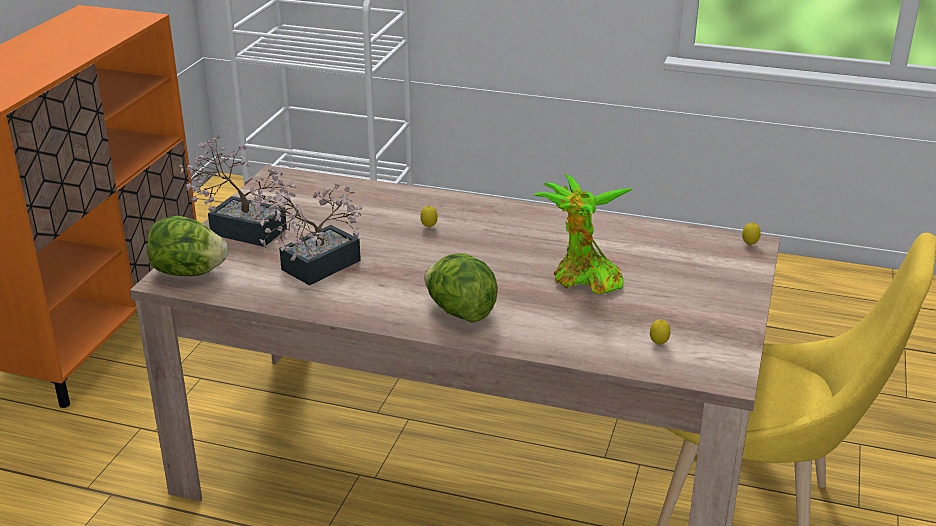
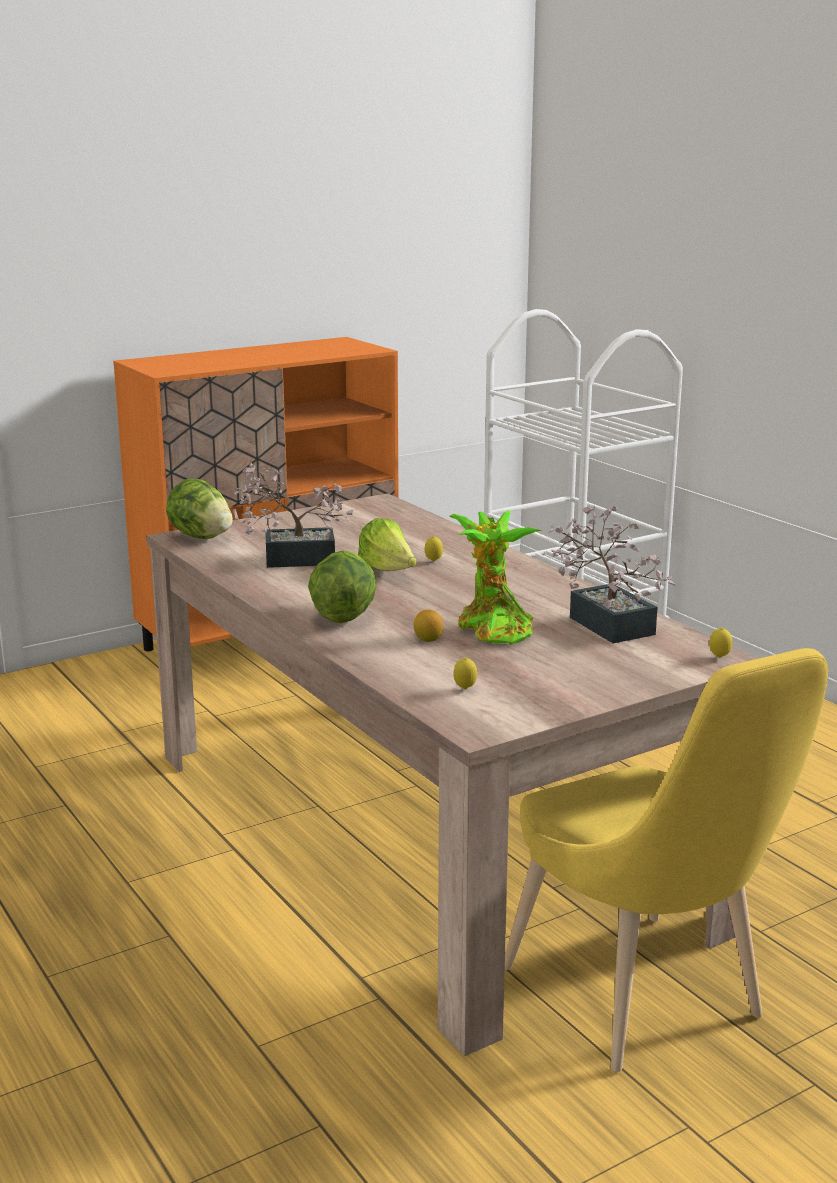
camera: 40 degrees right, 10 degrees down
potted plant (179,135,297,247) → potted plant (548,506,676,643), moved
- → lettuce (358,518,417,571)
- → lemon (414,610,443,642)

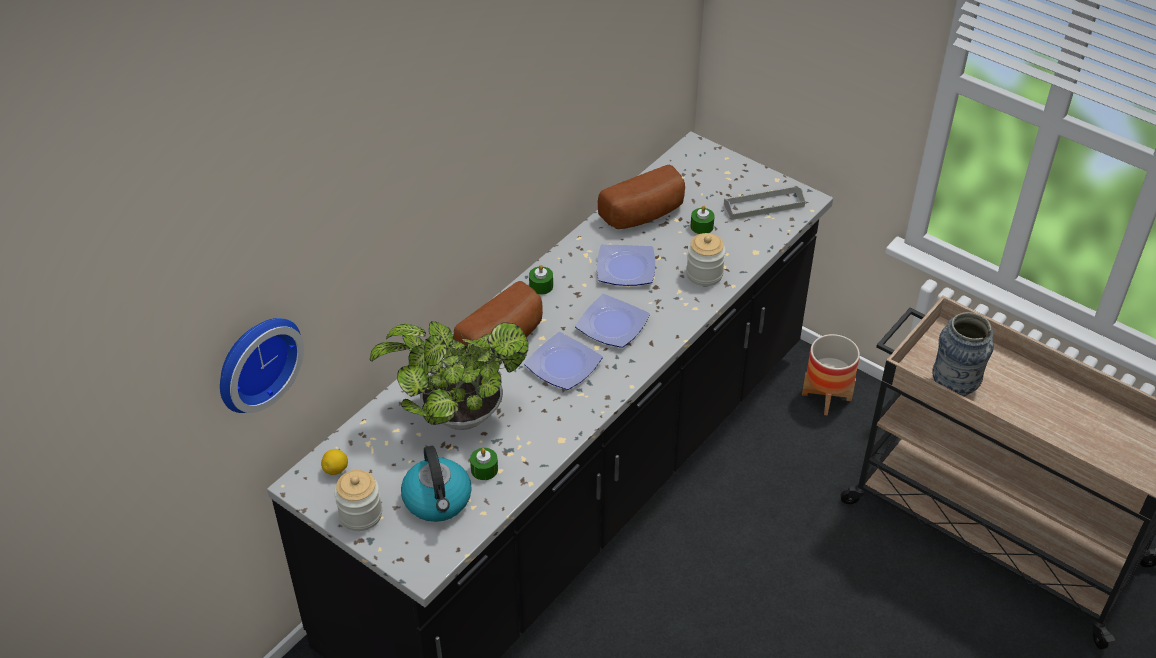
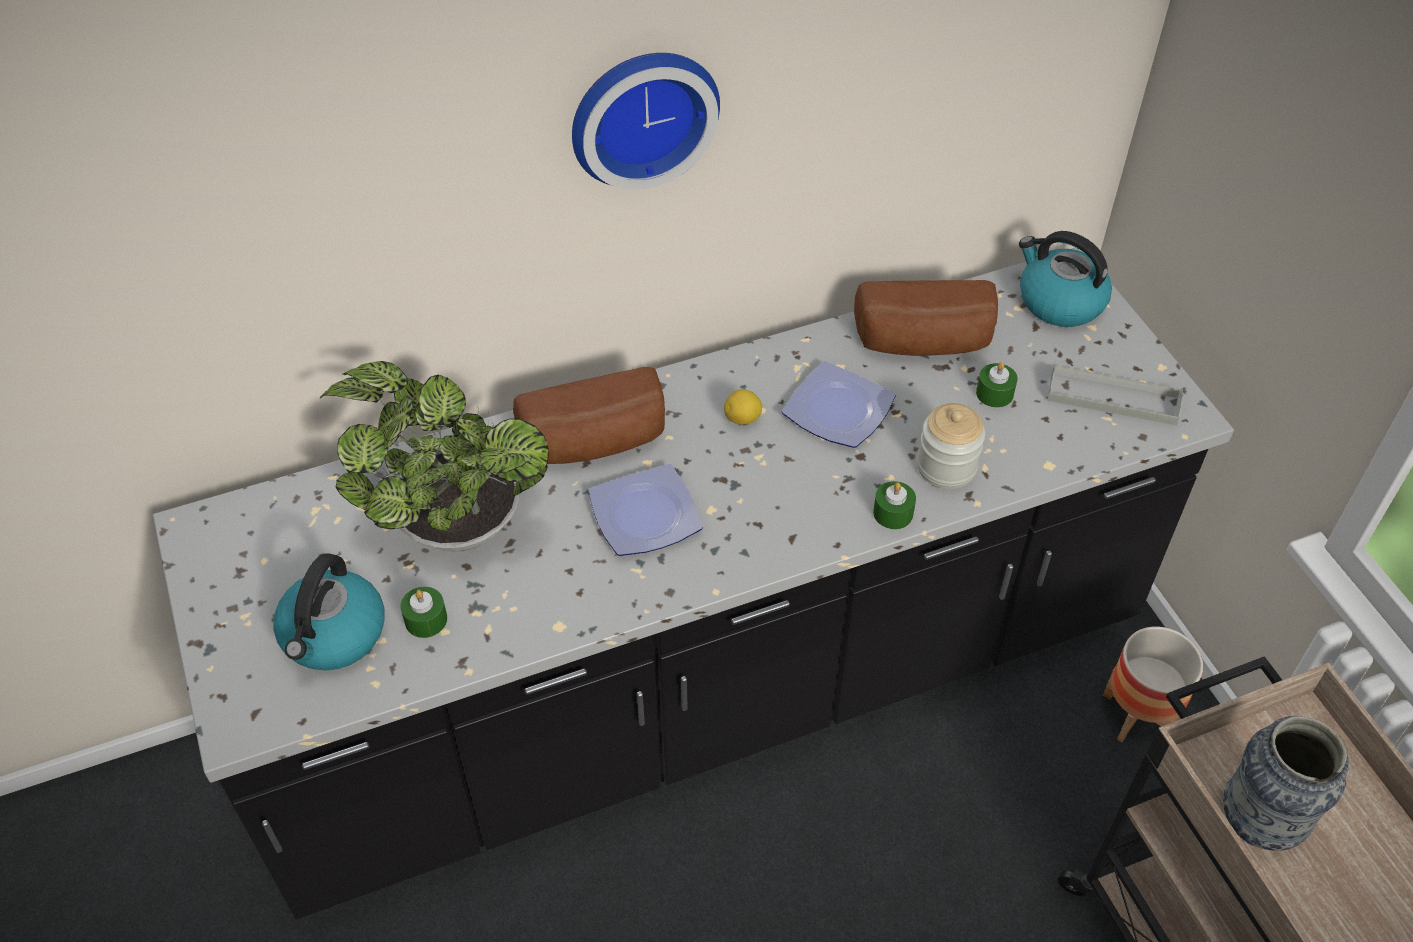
camera: 30 degrees right, 5 degrees up
candle in green (529,265,553,295) → candle in green (873,481,916,529), moved
plate (575,294,650,348) → -
wall clock (220,318,304,413) → wall clock (572,53,720,190), moved
lemon (321,449,348,475) → lemon (724,389,762,425), moved
jar (334,470,382,531) → -
- → kettle (1019,231,1112,327)

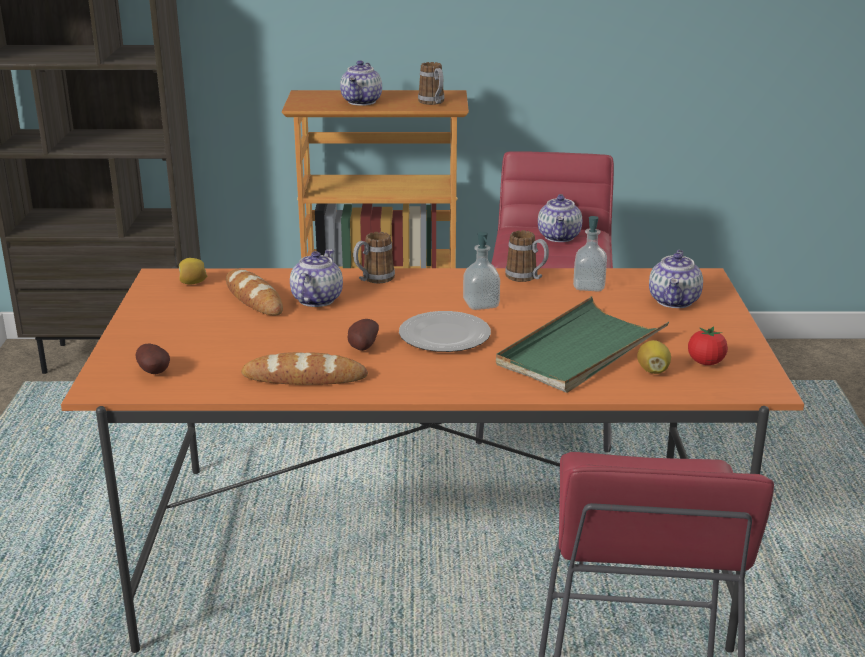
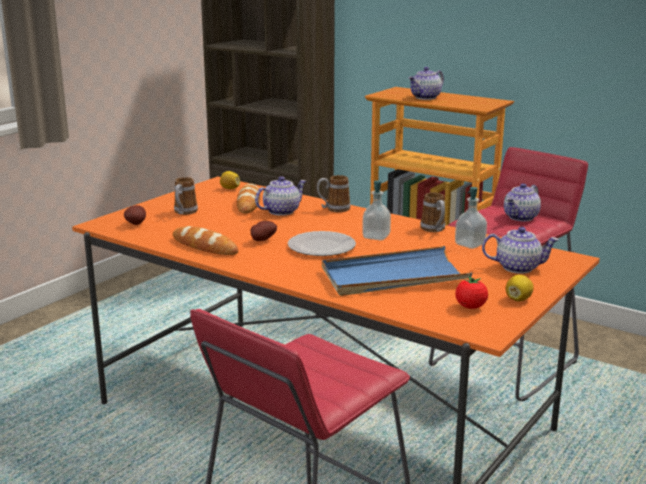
camera: 35 degrees right, 5 degrees down
mug (418,62,444,105) → mug (174,177,198,215), moved
teapot (649,250,703,308) → teapot (482,227,559,274), 135 degrees counterclockwise
tray in green (496,296,669,393) → tray in blue (322,246,472,296)
lemon (637,340,671,374) → lemon (506,275,534,301), moved

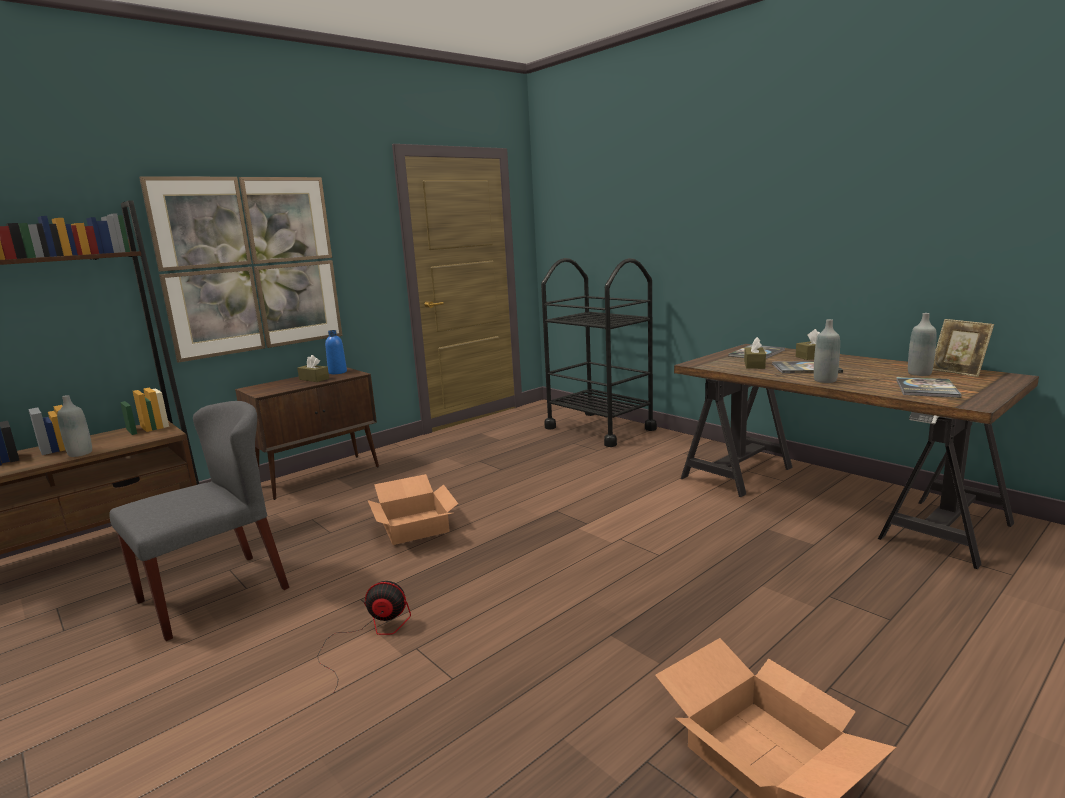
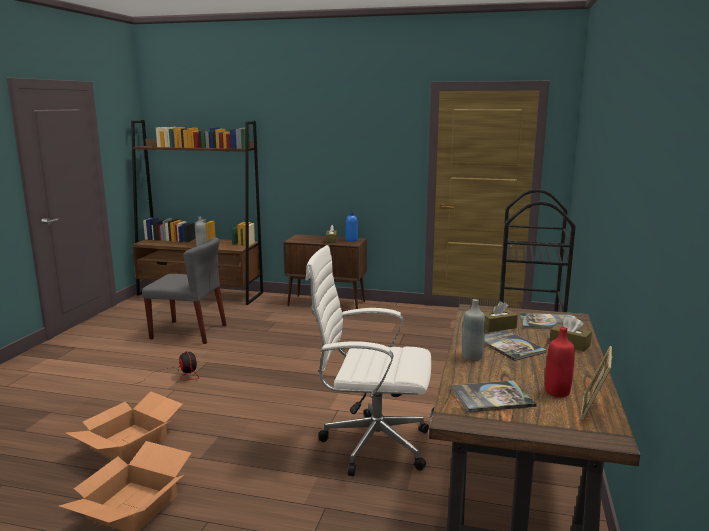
camera: 55 degrees right, 0 degrees up
picture (139,176,343,363) → -
bottle in grey (908,313,937,376) → bottle in red (545,327,575,397)
cardboard box (368,474,458,545) → cardboard box (66,392,183,463), moved
- → office chair in white (306,245,431,476)

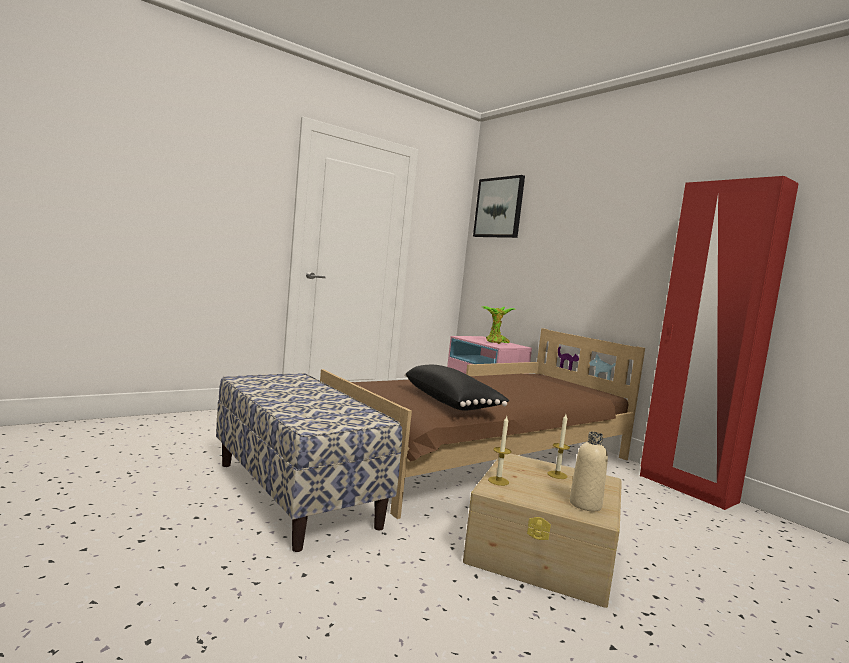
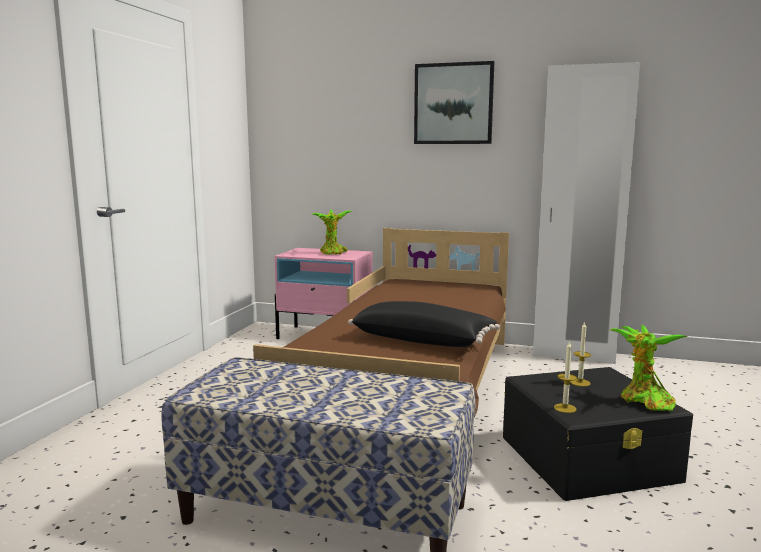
camera: 35 degrees left, 5 degrees up
picture (473,175,525,238) → picture (414,61,494,144), moved
wardrobe in red (640,176,799,510) → wardrobe in white (533,62,640,364)
bottle in beige (570,432,608,511) → potted plant (610,325,688,411)
storage box in beige (463,454,622,608) → storage box in black (503,367,693,501)

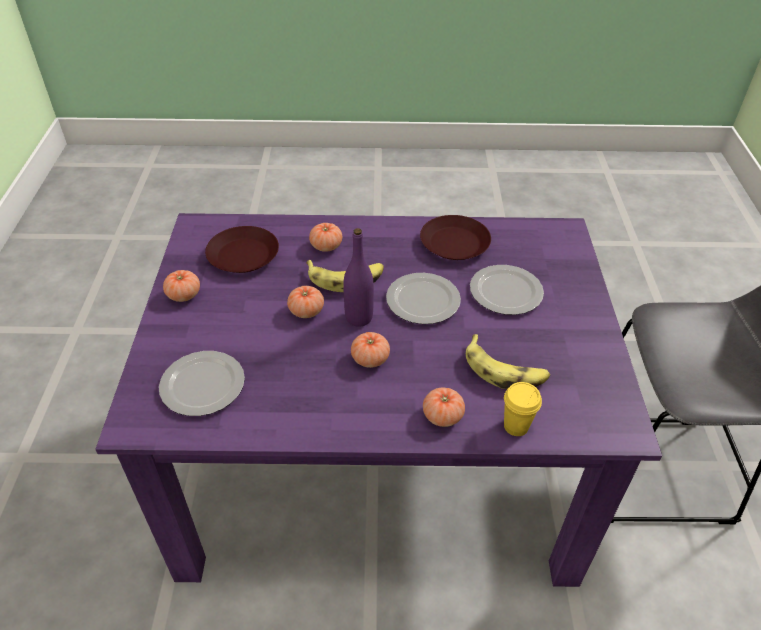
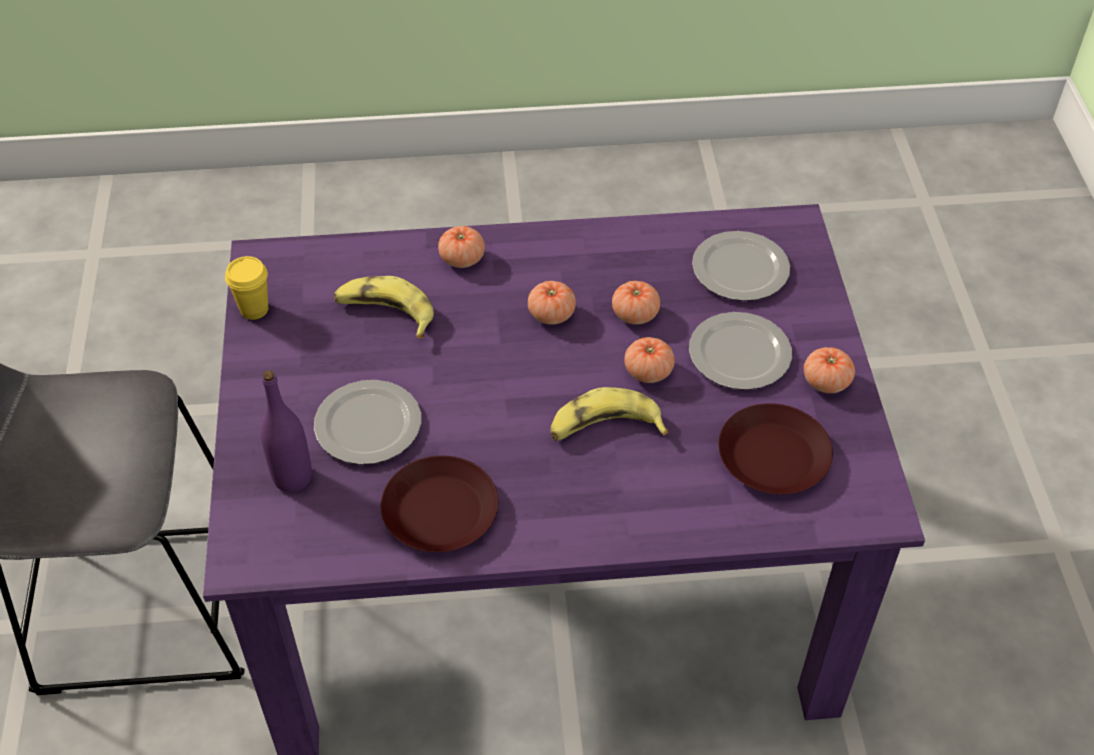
camera: 175 degrees right, 5 degrees up
tomato (309,223,342,252) → tomato (612,281,660,325), moved
bottle in purple (343,228,374,327) → bottle in purple (261,370,312,492), moved
plate (386,273,461,324) → plate (689,312,792,390), moved
cup in yellow (504,382,542,436) → cup in yellow (225,256,268,320), moved

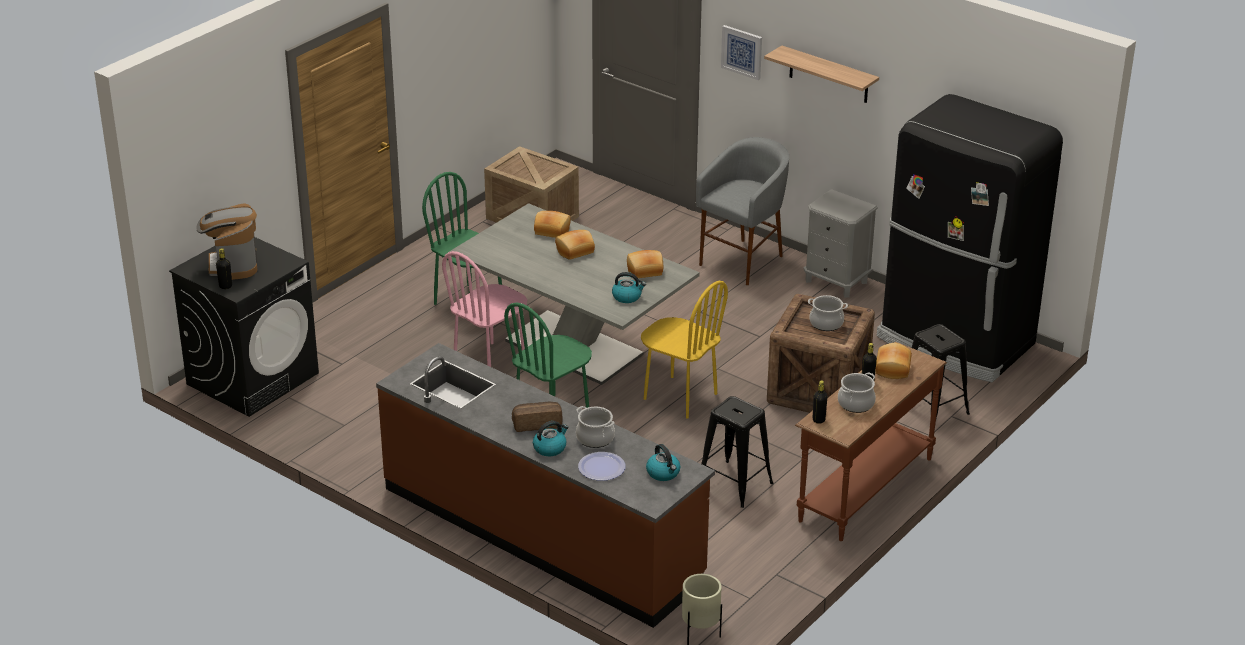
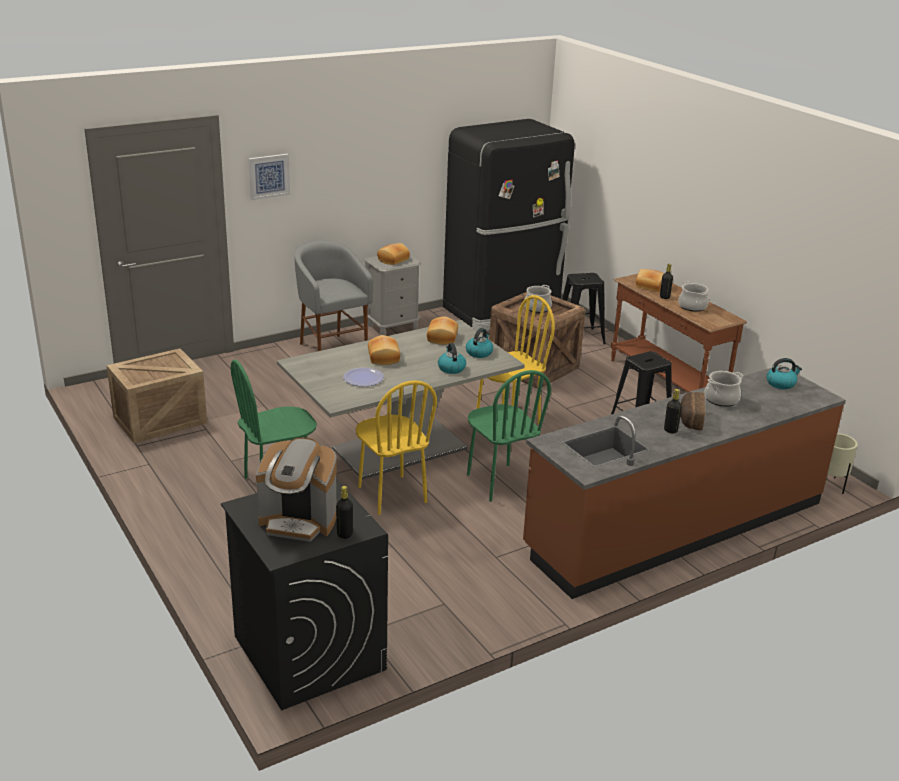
camera: 70 degrees left, 5 degrees down
shelf (764,46,879,103) → -
bread (534,211,571,238) → bread (377,243,410,265), moved
chair in pink (442,251,527,367) → chair in yellow (356,380,437,515)
bottle in black (813,380,827,424) → bottle in black (664,389,682,433), moved
kettle (533,421,568,456) → kettle (438,343,466,374), moved
plate (578,452,625,481) → plate (343,367,384,387), moved

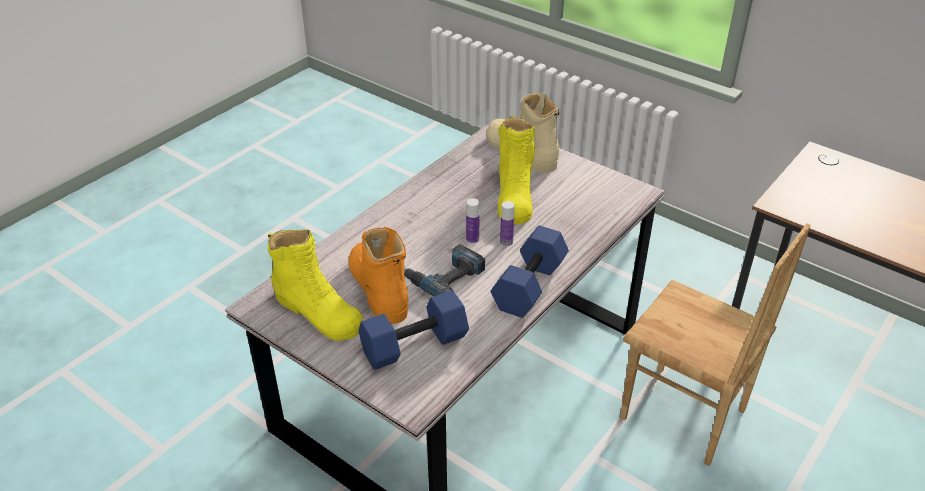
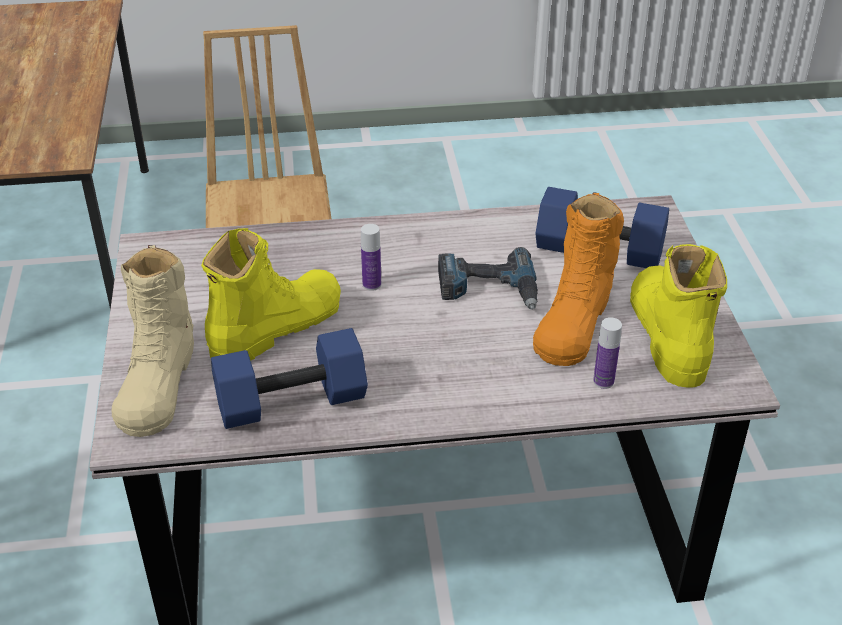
camera: 135 degrees left, 0 degrees up
bottle (466,198,480,244) → bottle (593,317,622,389), moved
dumbbell in blue (491,225,569,318) → dumbbell in blue (211,328,368,429), moved

